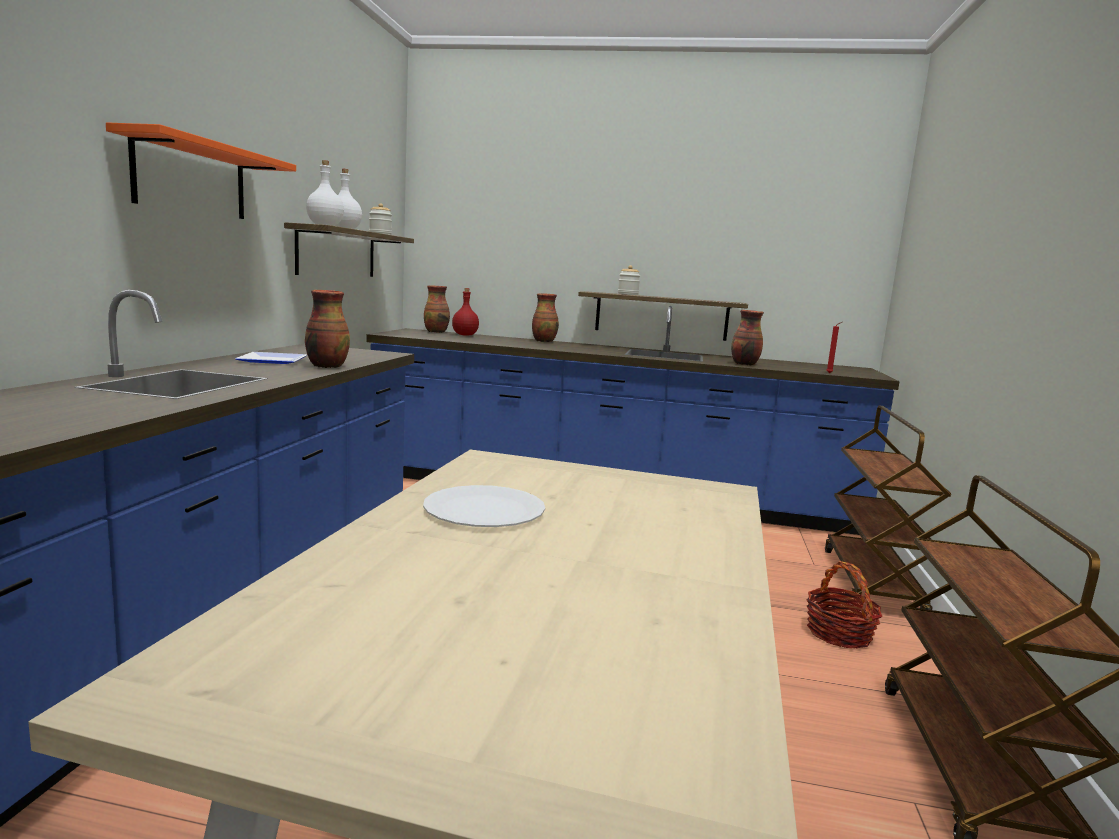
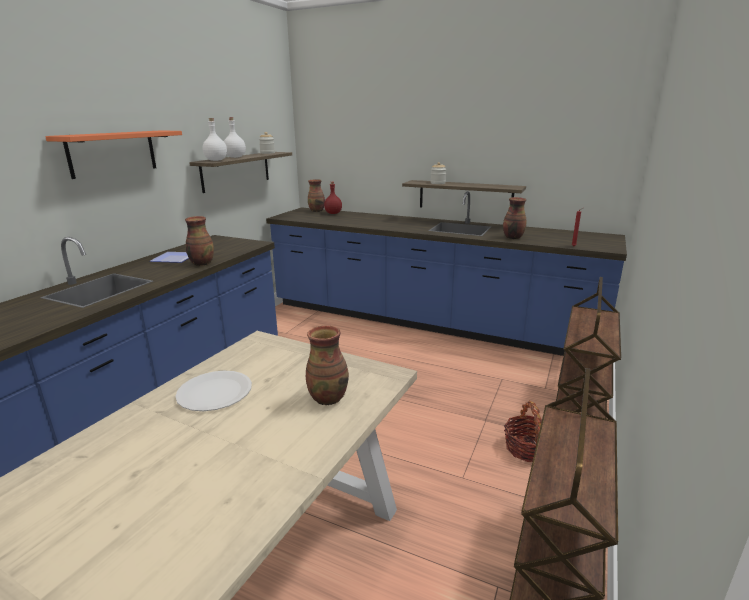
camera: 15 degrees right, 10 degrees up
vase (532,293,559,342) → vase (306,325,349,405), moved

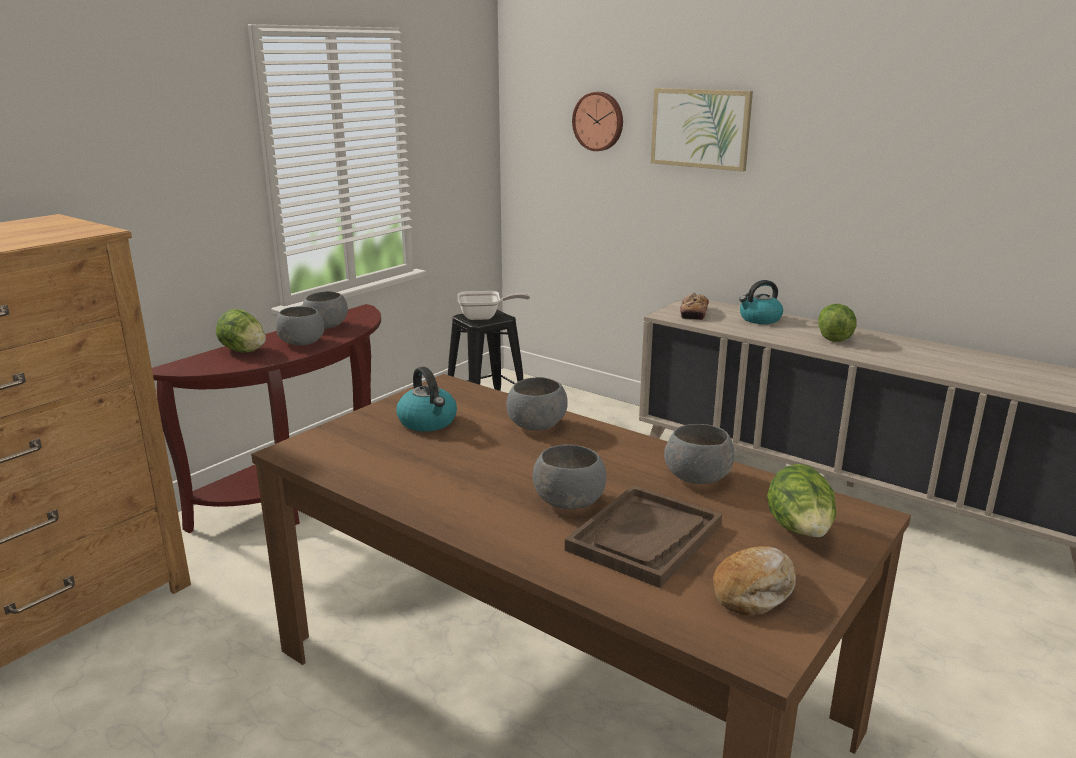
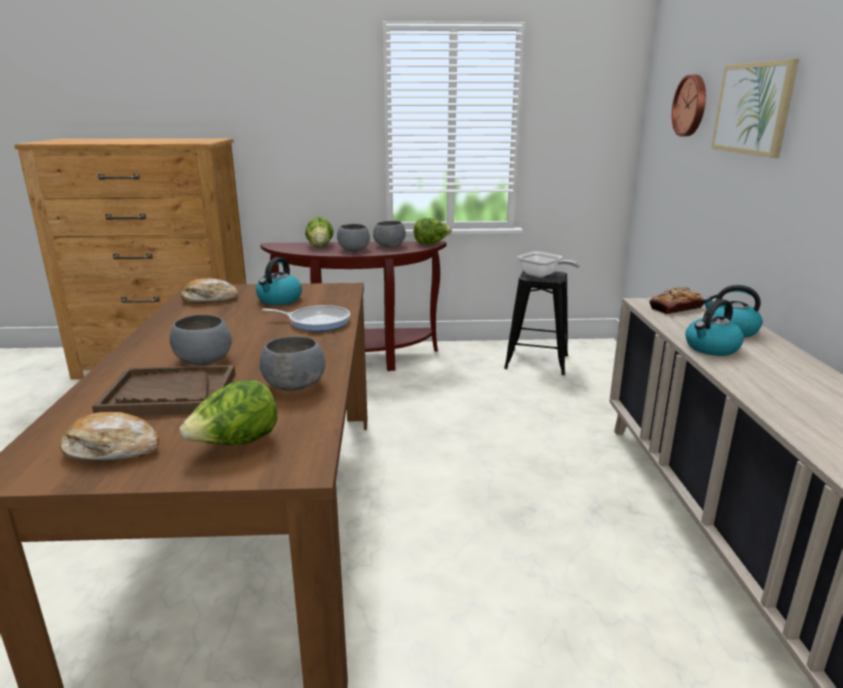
camera: 50 degrees right, 0 degrees up
lettuce (818,304,857,342) → lettuce (414,218,452,245), moved
bowl in grey (506,377,568,431) → frying pan (262,305,350,331)
- → bread (181,278,238,303)
- → kettle (685,299,744,356)

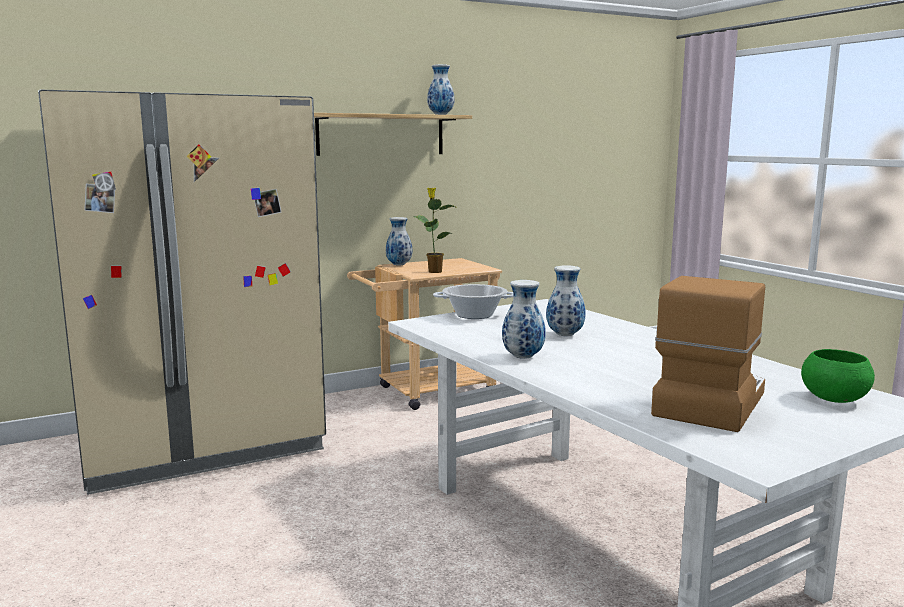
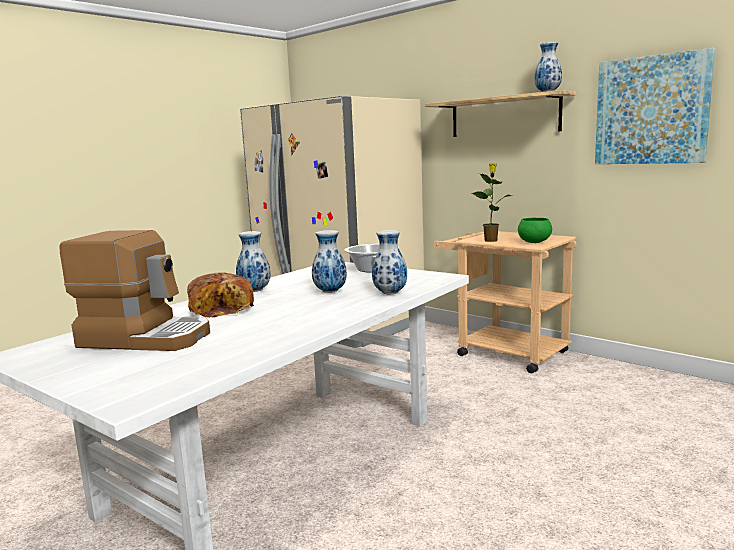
camera: 70 degrees right, 0 degrees up
vase (386,217,412,265) → vase (372,230,407,294), moved
bowl in green (801,349,875,403) → bowl in green (518,218,552,243), moved
- → picture (595,48,715,164)
- → bread (187,272,254,318)

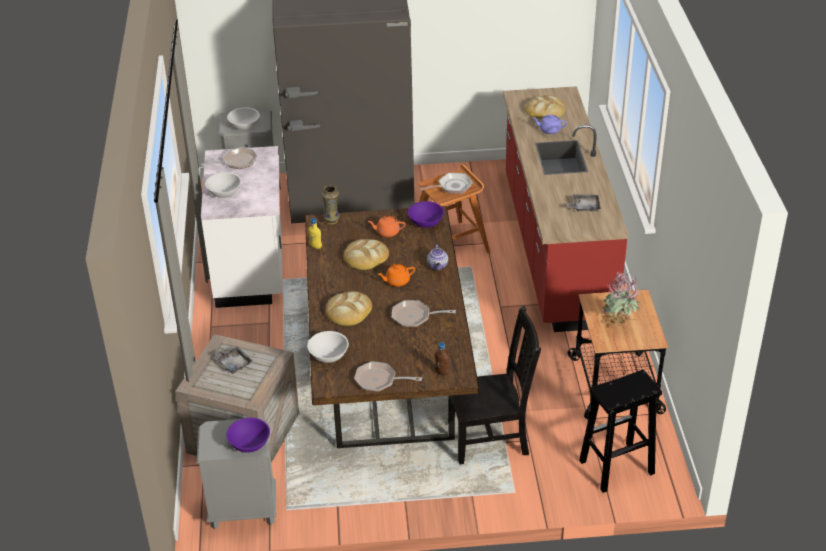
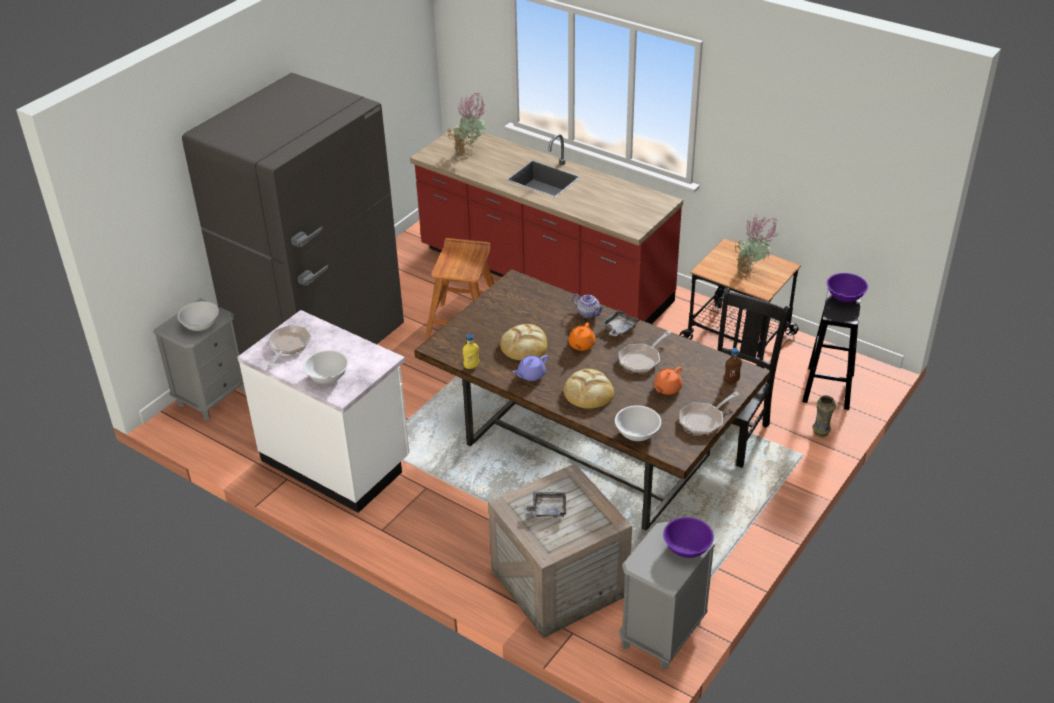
camera: 50 degrees left, 0 degrees up
bread (525,95,565,119) → potted plant (447,93,486,158)
teapot in purple (532,115,567,134) → teapot in purple (513,355,548,381), moved
frying pan (420,173,473,194) → -
vase (322,185,340,225) → vase (813,395,836,438), moved
tray in grey (567,195,601,212) → tray in grey (601,310,640,337), moved
bowl in purple (408,201,444,228) → bowl in purple (827,273,868,302), moved
teapot in orange (368,216,406,237) → teapot in orange (654,367,683,395), moved

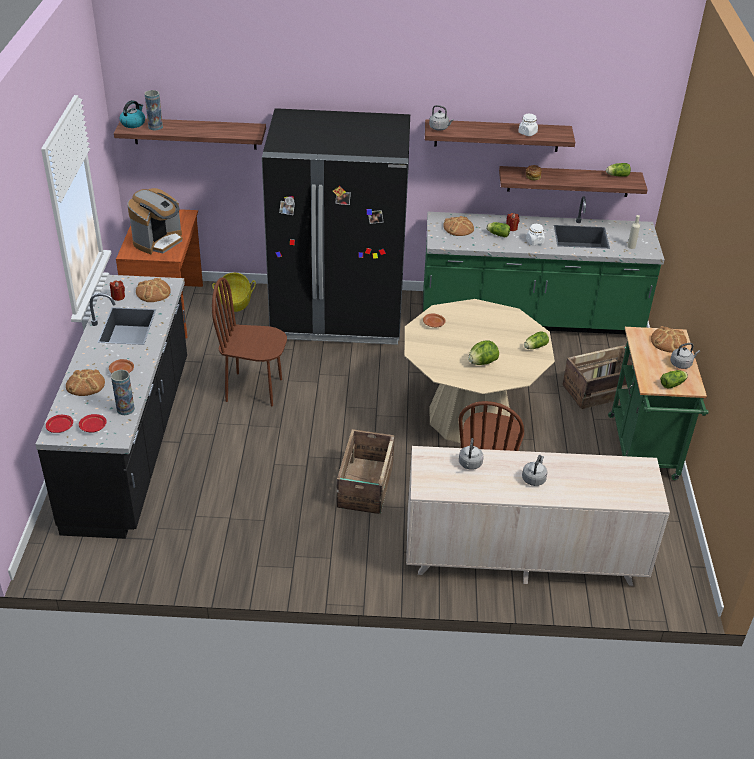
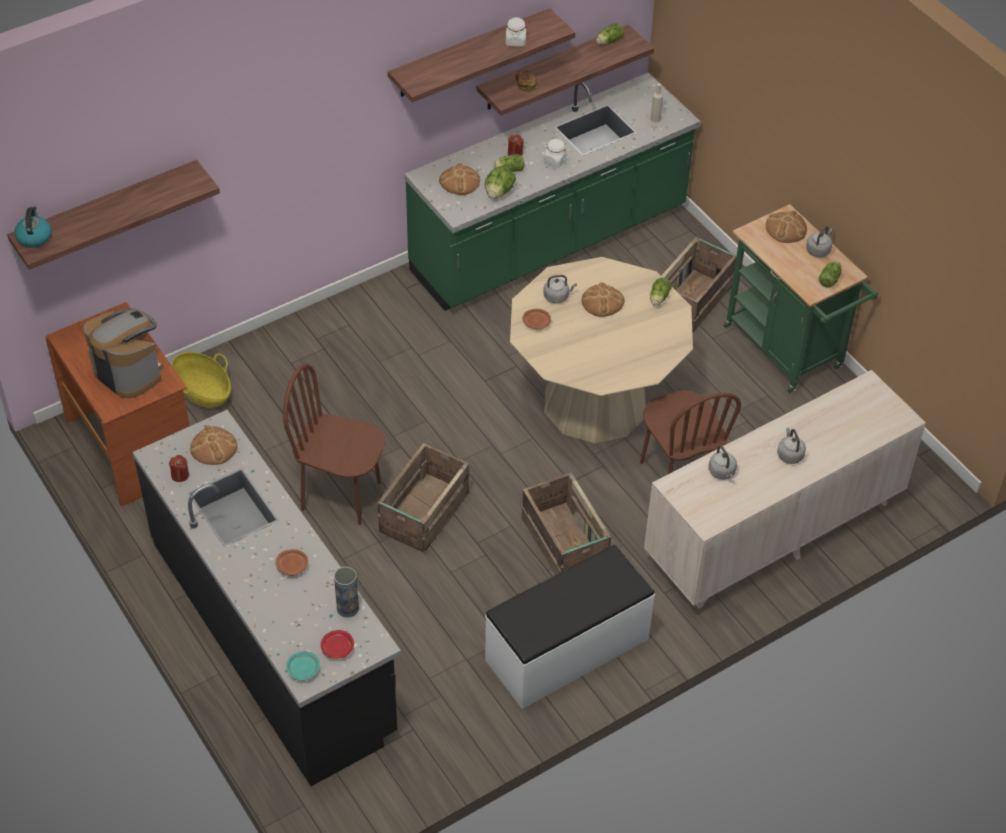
camera: 35 degrees left, 10 degrees up
vase (145,90,163,130) → -
kettle in grey (429,105,454,130) → kettle in grey (543,275,577,303), moved
fridge in black (262,108,410,345) → -
coffee machine (128,188,183,255) → coffee machine (84,308,163,398), 45 degrees counterclockwise
chair in brown (212,277,287,406) → chair in brown (283,364,385,525), 45 degrees clockwise
lettuce (468,340,499,365) → lettuce (485,166,516,199), moved
bread (66,369,105,396) → bread (582,282,625,317), moved
plate in red (46,415,73,433) → plate in turquoise (286,651,320,681)
- → crate (378,443,469,553)
- → bench in white (485,545,655,709)

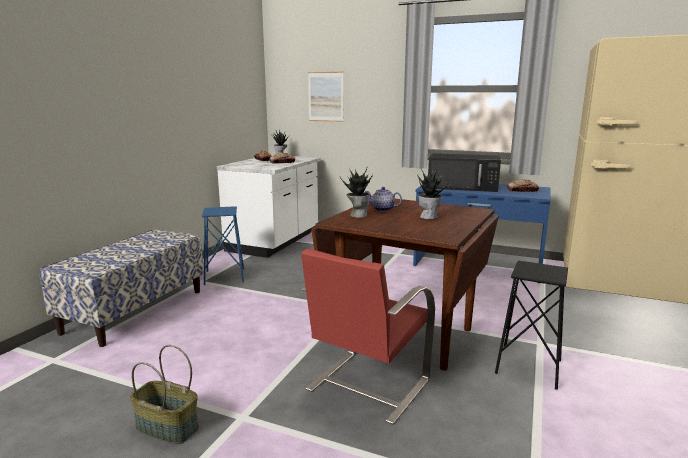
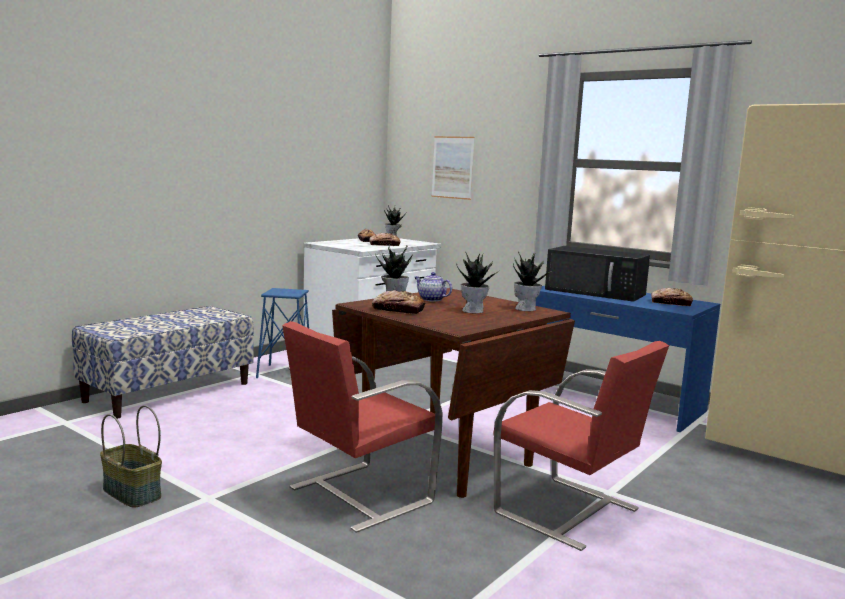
camera: 15 degrees right, 5 degrees down
stool in black (495,260,568,390) → chair in red (494,341,669,551)
- → potted plant (513,252,553,311)
- → bread (372,290,425,314)

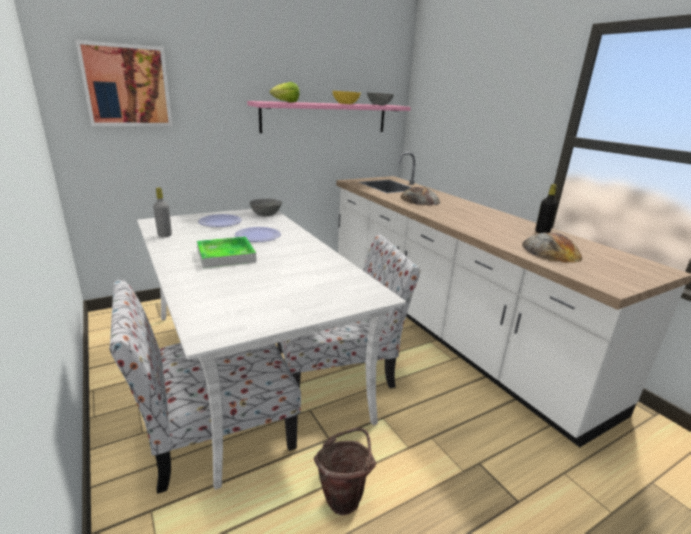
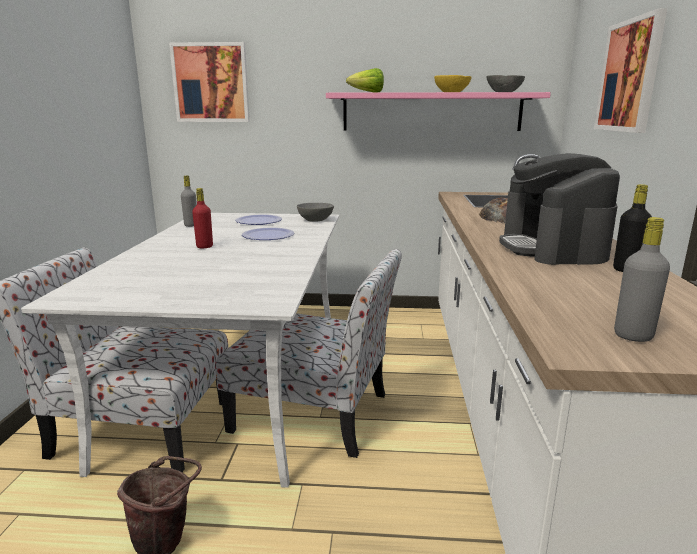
camera: 35 degrees right, 5 degrees down
bread (522,233,582,262) → -
tray (197,236,257,268) → bottle in red (192,188,213,248)
- → picture (594,8,667,133)
- → coffee machine (499,153,620,265)
- → bottle in grey (614,217,670,342)

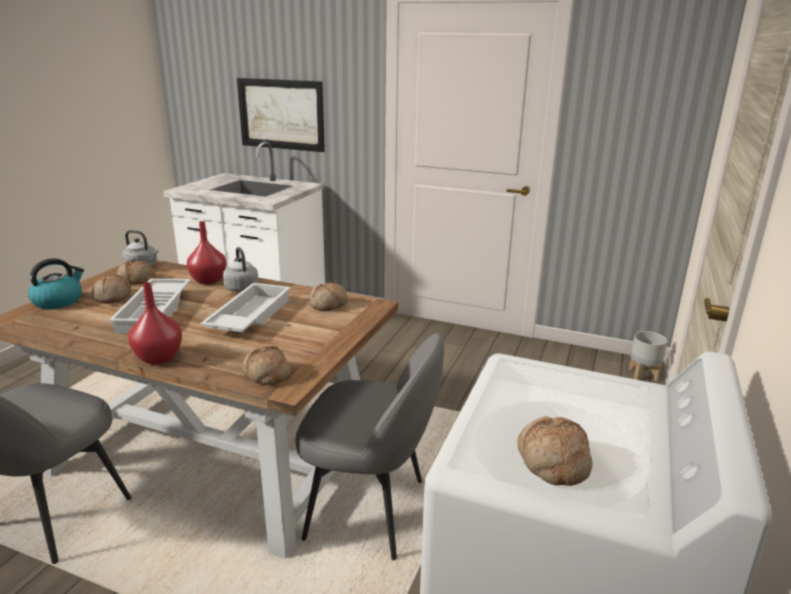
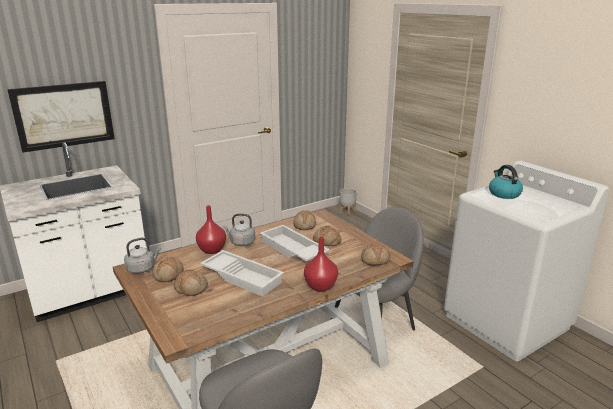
camera: 55 degrees left, 0 degrees up
kettle (28,258,84,309) → kettle (489,165,523,199), moved
bread (517,416,593,486) → bread (313,226,341,246), moved

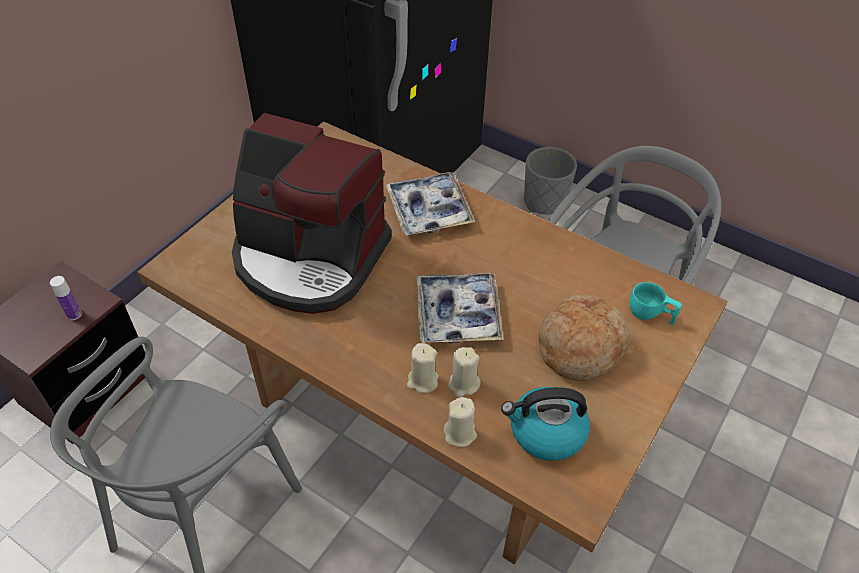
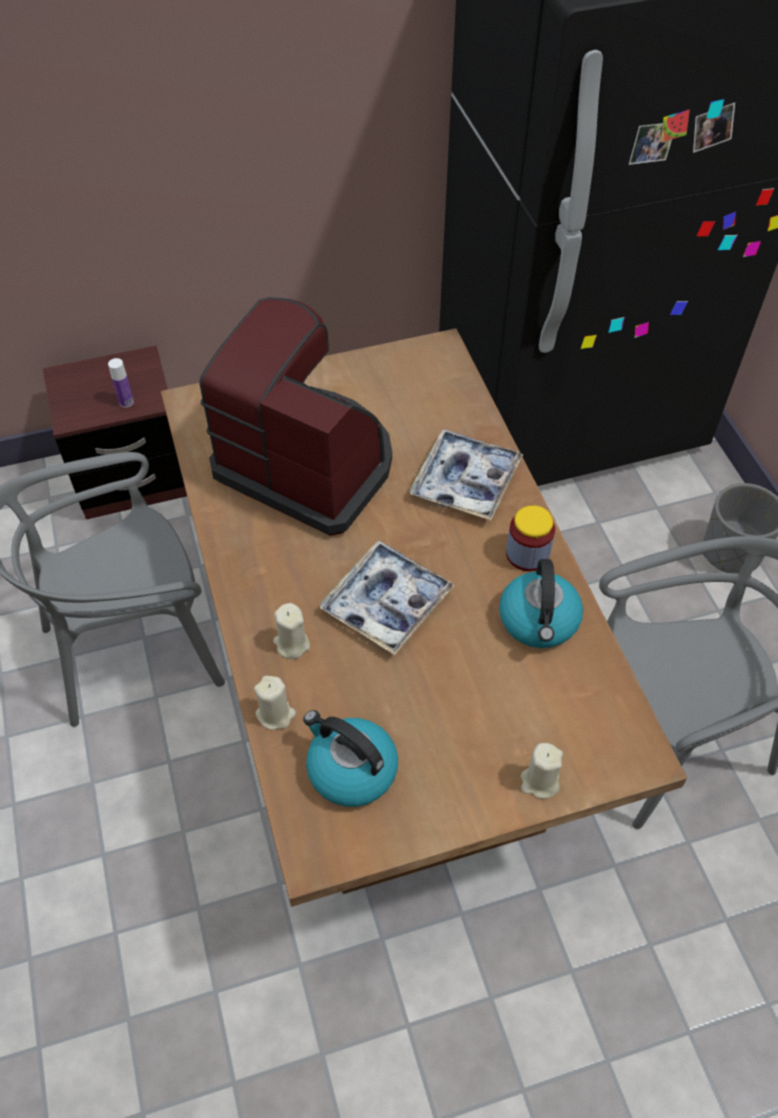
camera: 40 degrees right, 5 degrees up
coffee machine (232,113,392,314) → coffee machine (199,297,392,536), 150 degrees clockwise
cup in turquoise (629,282,682,325) → -
bread (539,294,630,381) → -
candle in beige (448,347,481,398) → candle in beige (521,743,563,799), moved
- → jar (506,505,555,571)
- → kettle (499,559,583,648)

